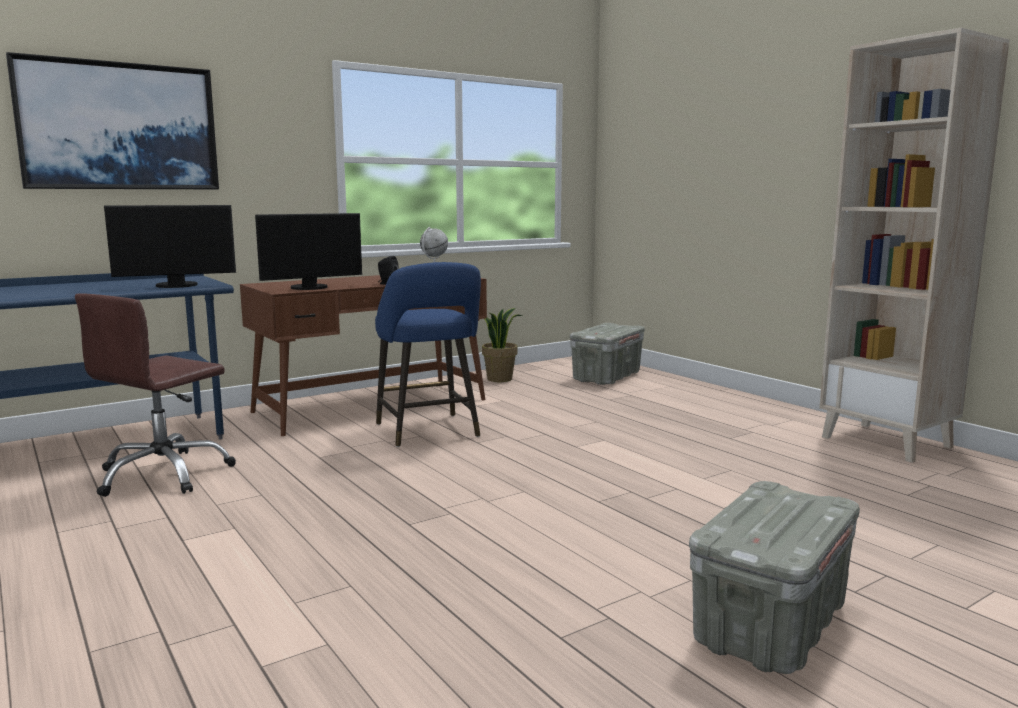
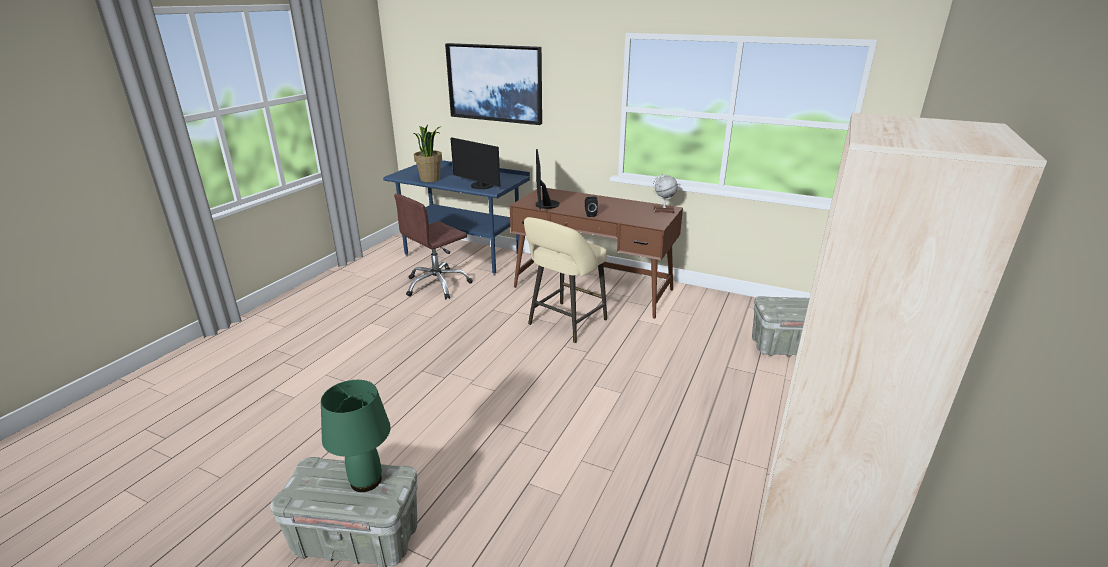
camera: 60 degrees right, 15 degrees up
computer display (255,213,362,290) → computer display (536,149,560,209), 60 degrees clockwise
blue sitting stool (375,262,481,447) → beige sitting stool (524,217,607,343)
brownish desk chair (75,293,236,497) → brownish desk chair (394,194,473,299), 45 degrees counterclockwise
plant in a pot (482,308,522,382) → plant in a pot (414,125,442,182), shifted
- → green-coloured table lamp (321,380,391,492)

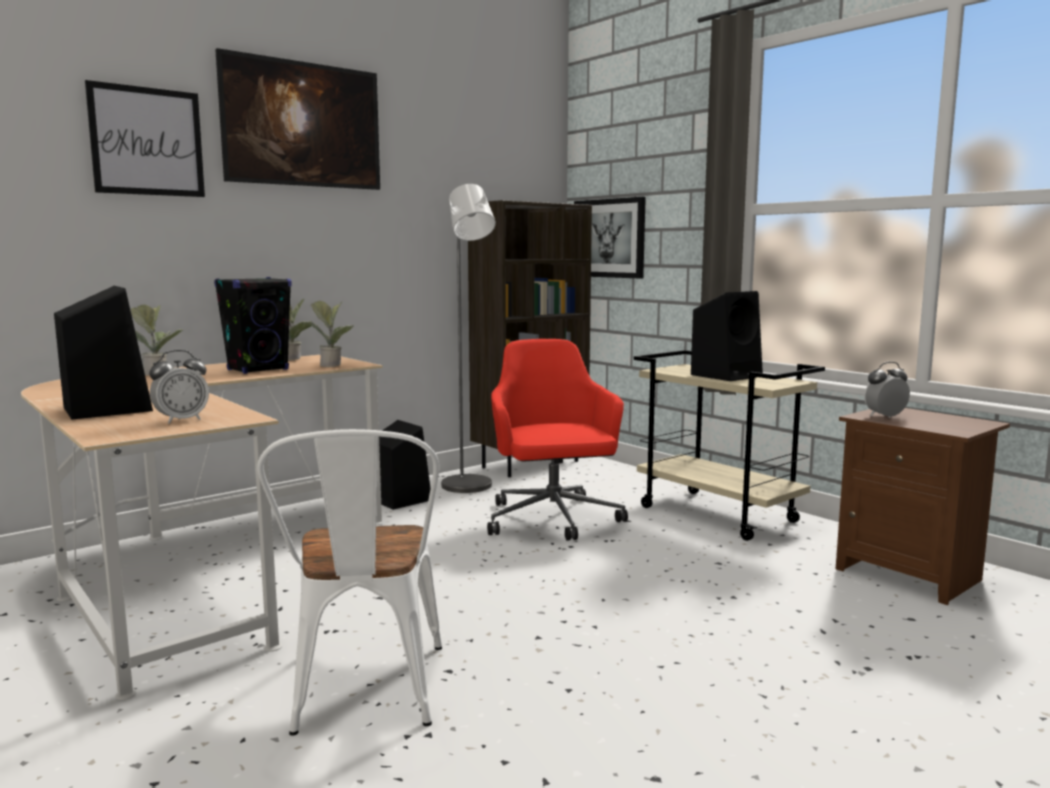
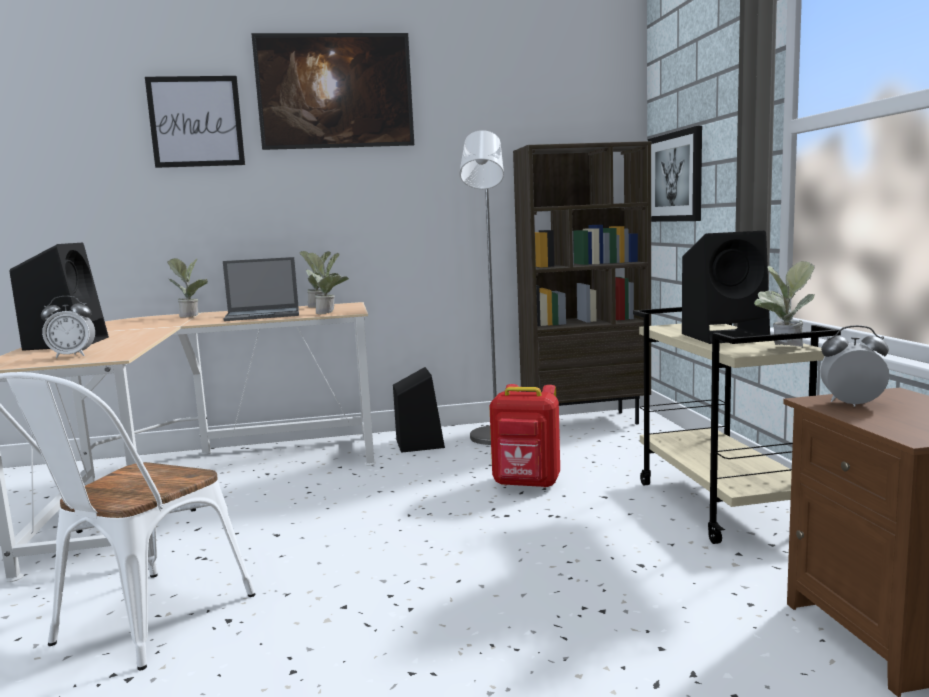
camera: 30 degrees right, 0 degrees up
blackish speaker (214,277,292,374) → laptop (223,257,299,321)
reddish desk chair (487,339,628,541) → reddish knapsack (489,384,560,488)
- → plant in a pot (754,261,815,348)

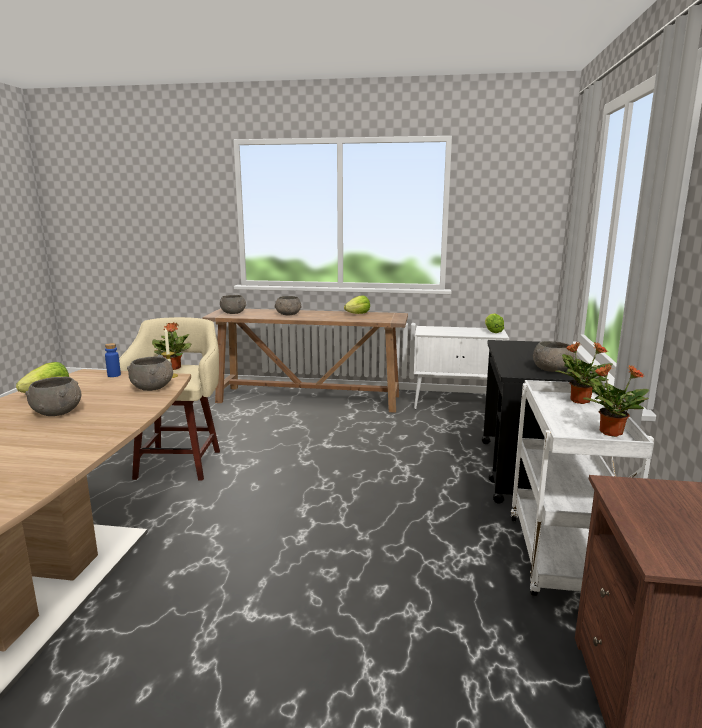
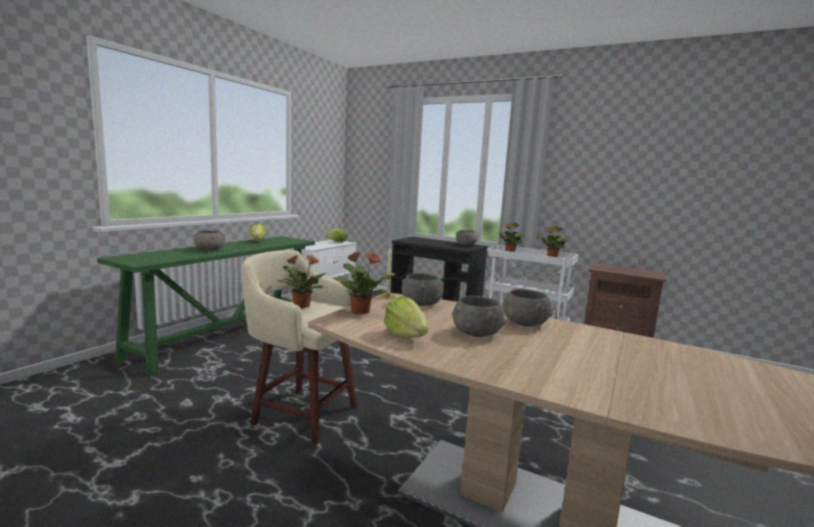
camera: 70 degrees left, 5 degrees down
gray deep dish (220,295,246,314) → gray deep dish (502,289,552,327), shifted
brownish narrow table (202,309,408,413) → green-coloured narrow table (97,236,315,376)
blue beverage bottle (105,343,121,377) → plant in a pot (334,252,389,315)

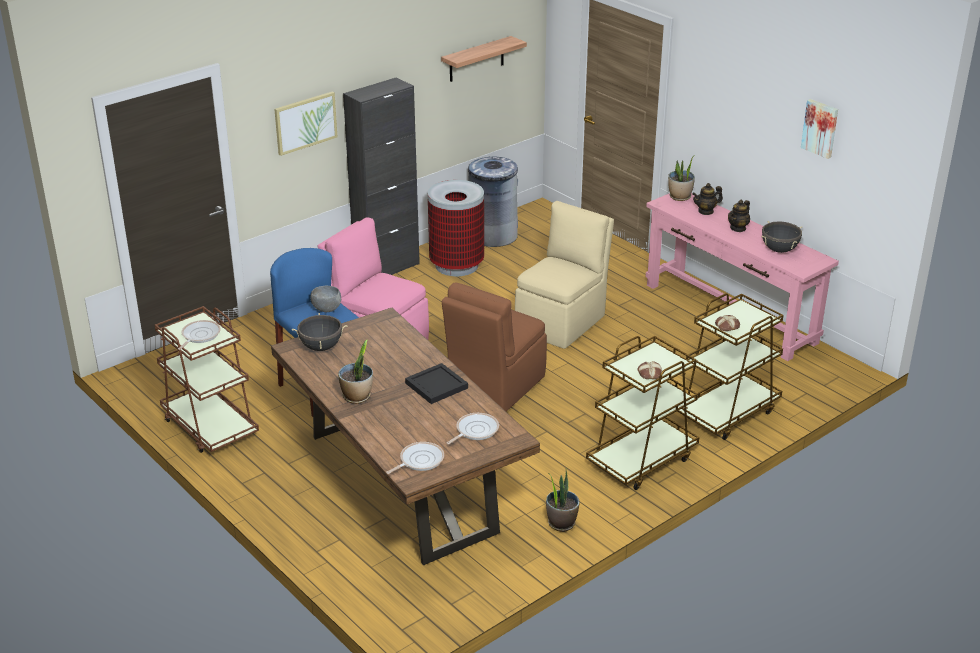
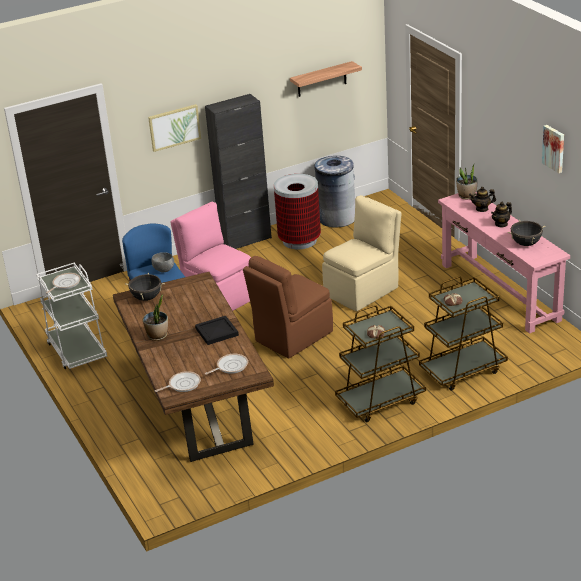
camera: 15 degrees right, 0 degrees up
brownish cart (155,306,259,453) → white cart (36,263,107,369)
plant in a pot (546,470,580,532) → -

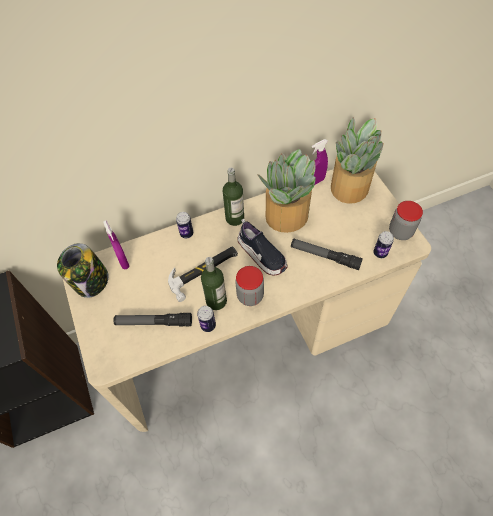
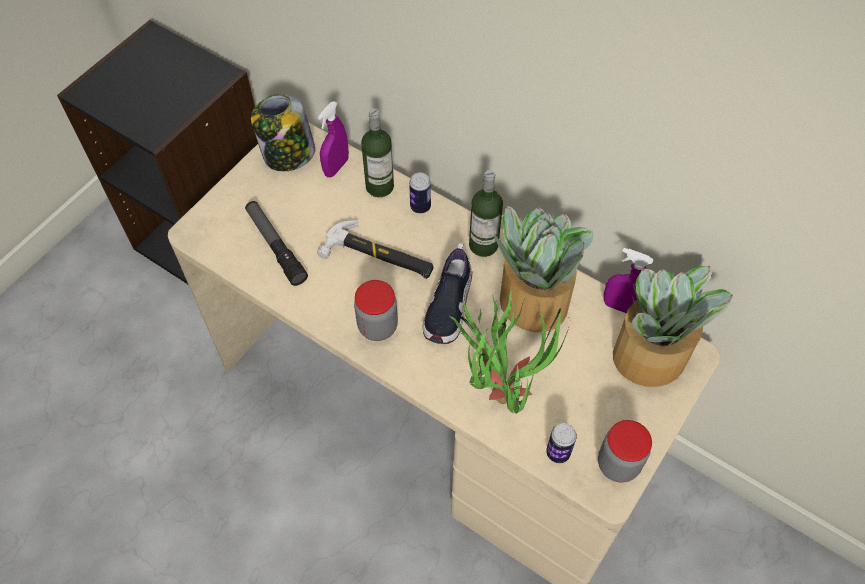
camera: 55 degrees right, 0 degrees up
torch (291,239,363,270) → plant in a pot (449,290,569,414)
beverage bottle (201,257,227,310) → beverage bottle (361,109,394,197), shifted
can (197,306,216,332) → -

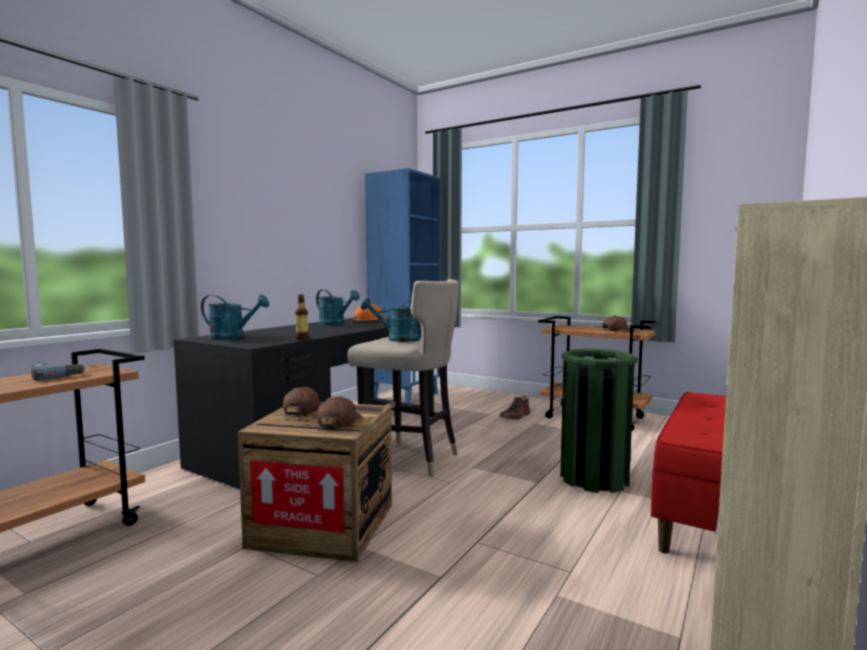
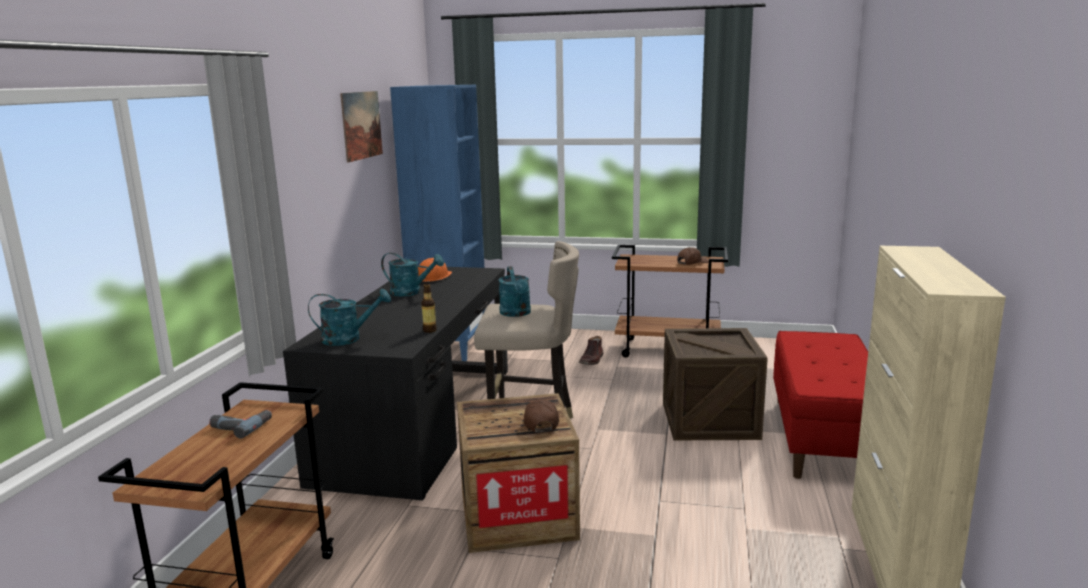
camera: 20 degrees left, 10 degrees up
turquoise-coloured watering pot (361,298,420,342) → turquoise-coloured watering pot (499,266,531,317), 90 degrees counterclockwise
green-coloured rubbish bin (560,349,638,493) → shipping crate (663,328,768,440)
brownish cap (283,387,323,415) → -
- → wall picture (340,91,383,163)

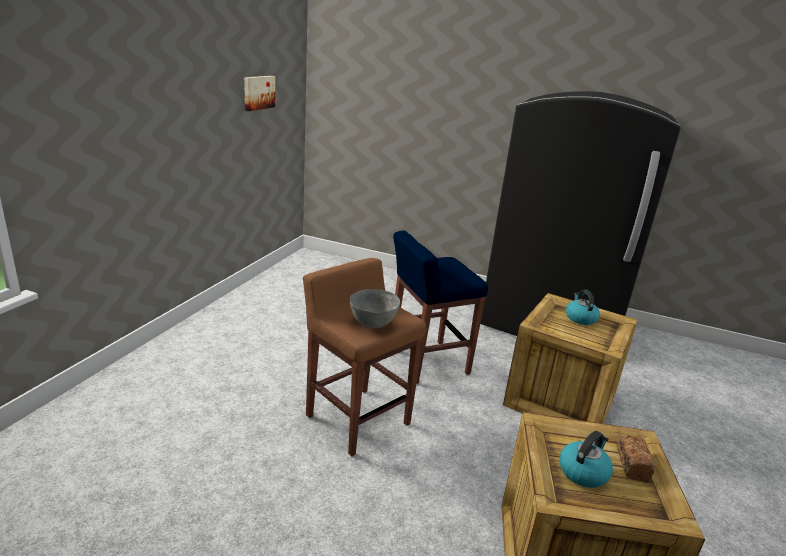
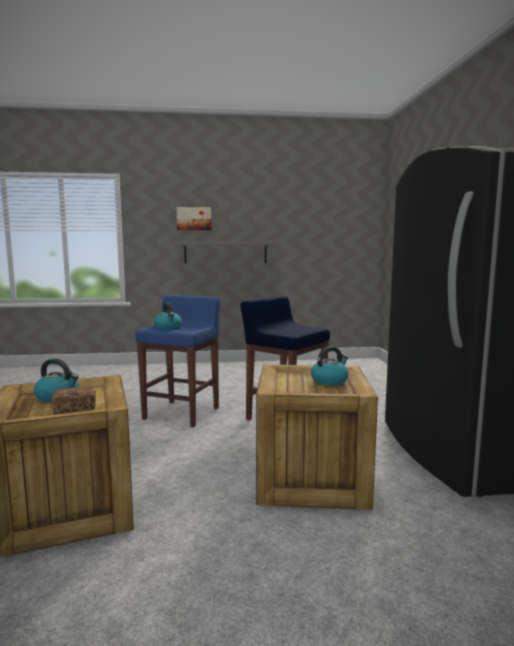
camera: 65 degrees right, 15 degrees down
wall picture (244,76,275,111) → wall picture (177,207,211,230), shifted
brownish sitting stool (303,258,426,456) → blue sitting stool (135,295,221,427)
gray deep dish (350,289,400,328) → water kettle (154,302,182,330)
- → gray bracket shelf (175,241,277,263)

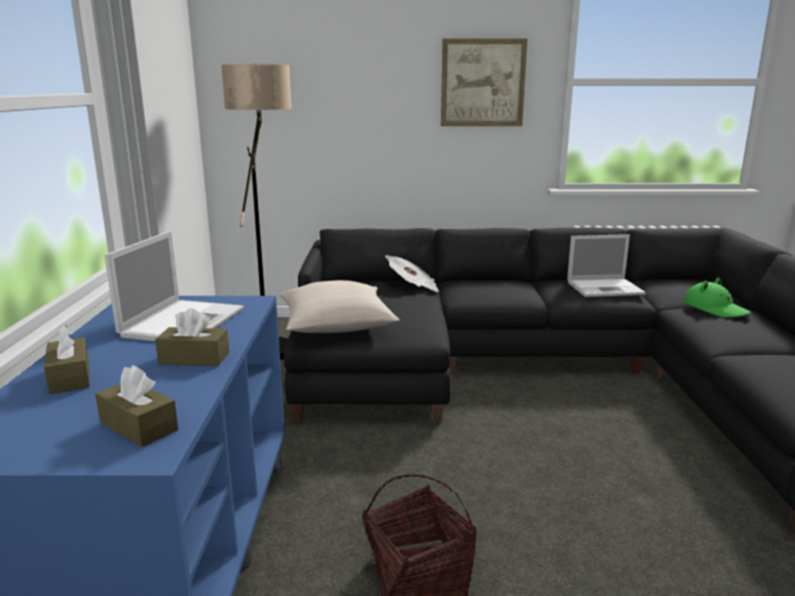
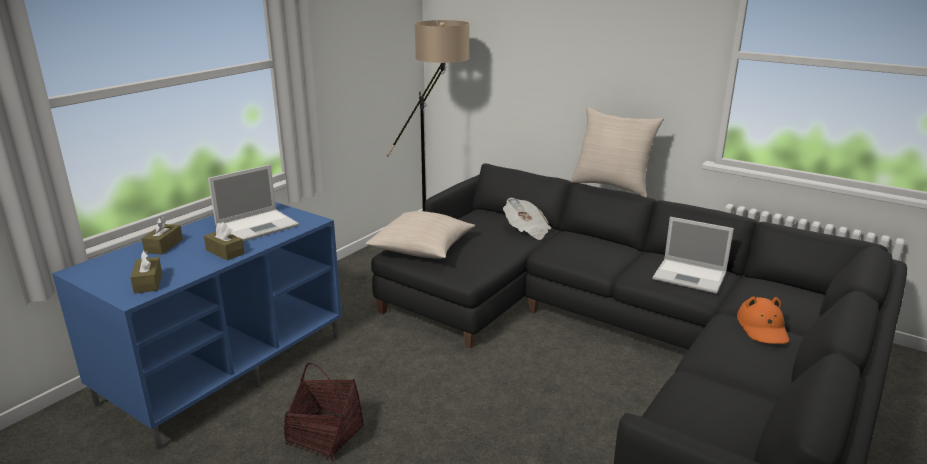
camera: 35 degrees right, 5 degrees up
wall picture (441,39,528,126) → -
green-coloured wearable hat (684,277,751,318) → orange wearable hat (737,297,789,344)
- → beige pillow (571,107,664,197)

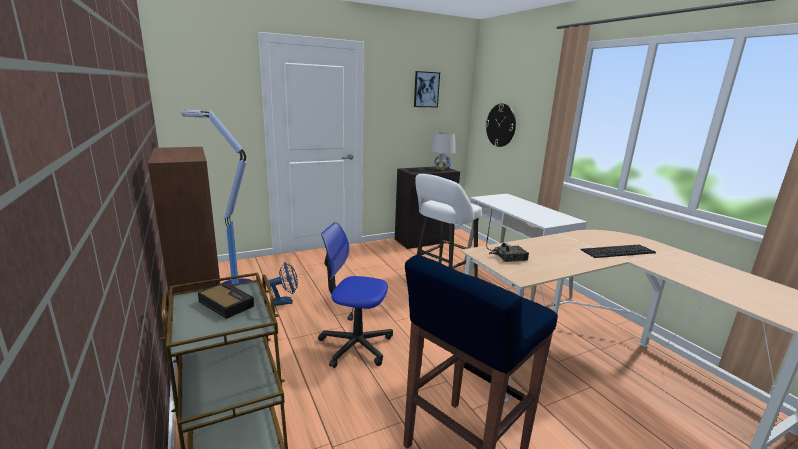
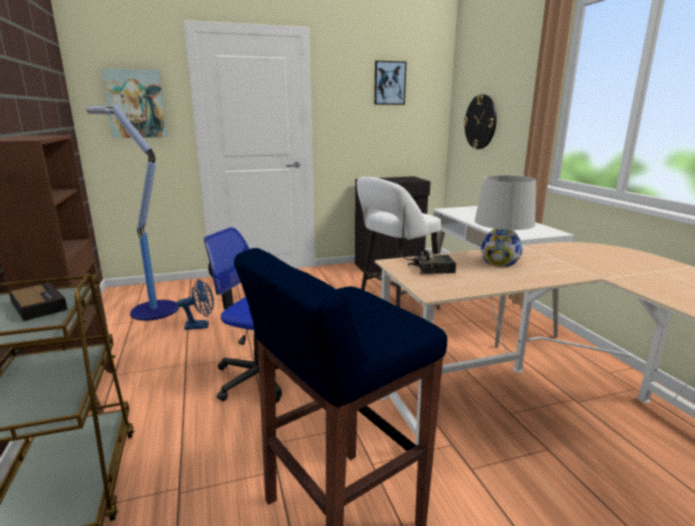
camera: 10 degrees right, 0 degrees up
white table lamp (431,132,455,170) → white table lamp (475,175,536,266), shifted
computer keyboard (580,245,656,258) → -
- → wall picture (101,68,168,138)

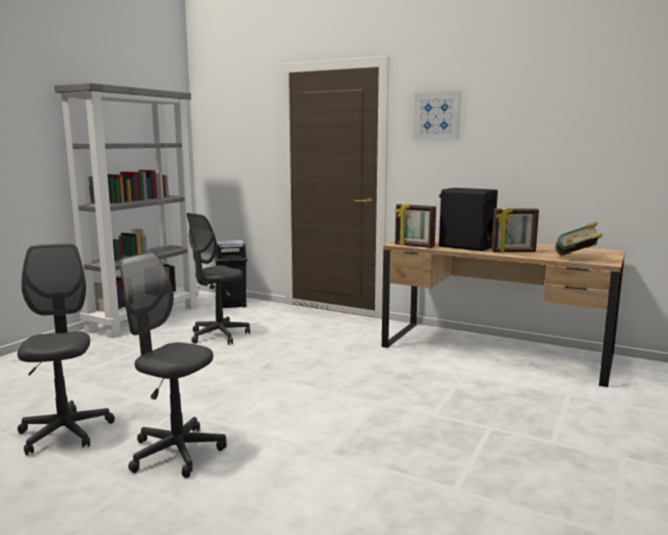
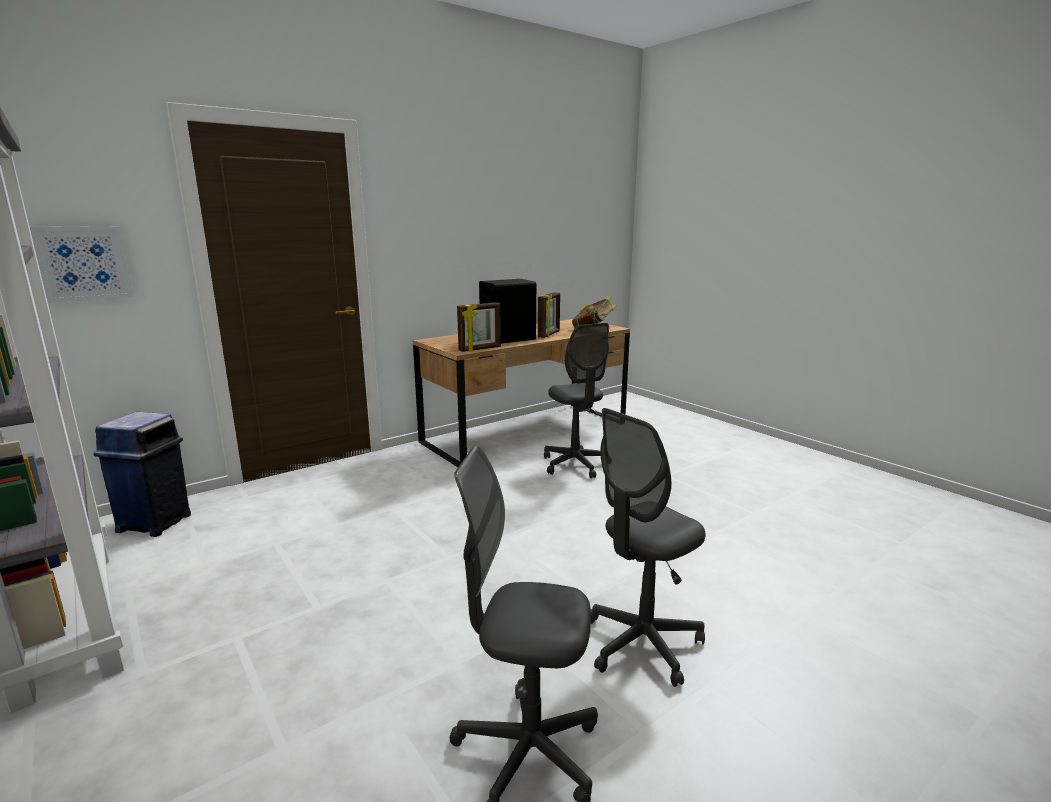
camera: 65 degrees left, 5 degrees up
wall picture (413,91,461,140) → wall picture (30,226,133,303), shifted
gray desk chair (187,213,250,344) → gray desk chair (544,323,609,478), shifted

